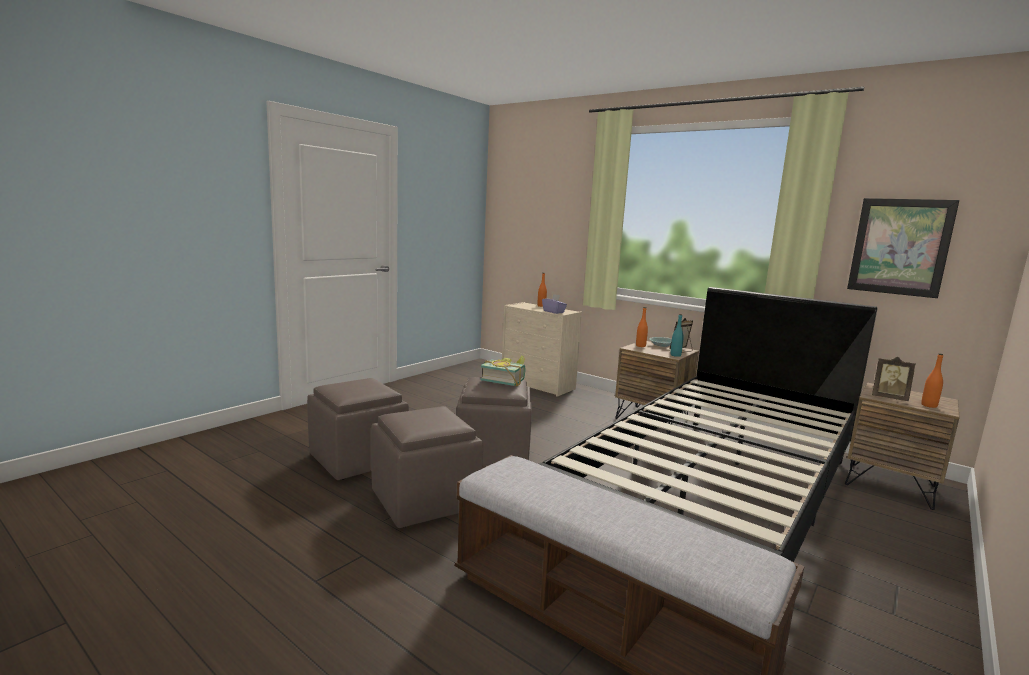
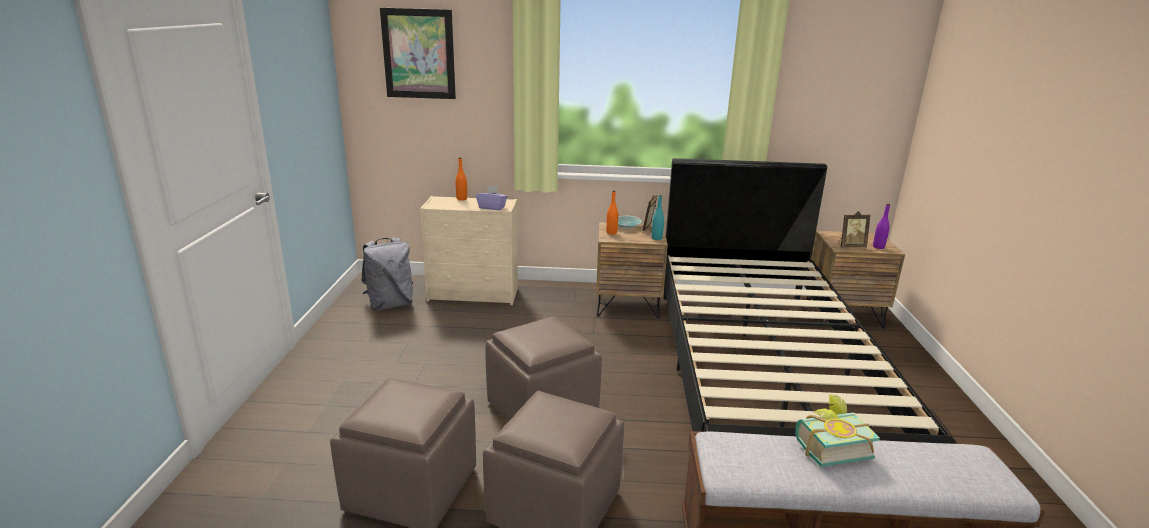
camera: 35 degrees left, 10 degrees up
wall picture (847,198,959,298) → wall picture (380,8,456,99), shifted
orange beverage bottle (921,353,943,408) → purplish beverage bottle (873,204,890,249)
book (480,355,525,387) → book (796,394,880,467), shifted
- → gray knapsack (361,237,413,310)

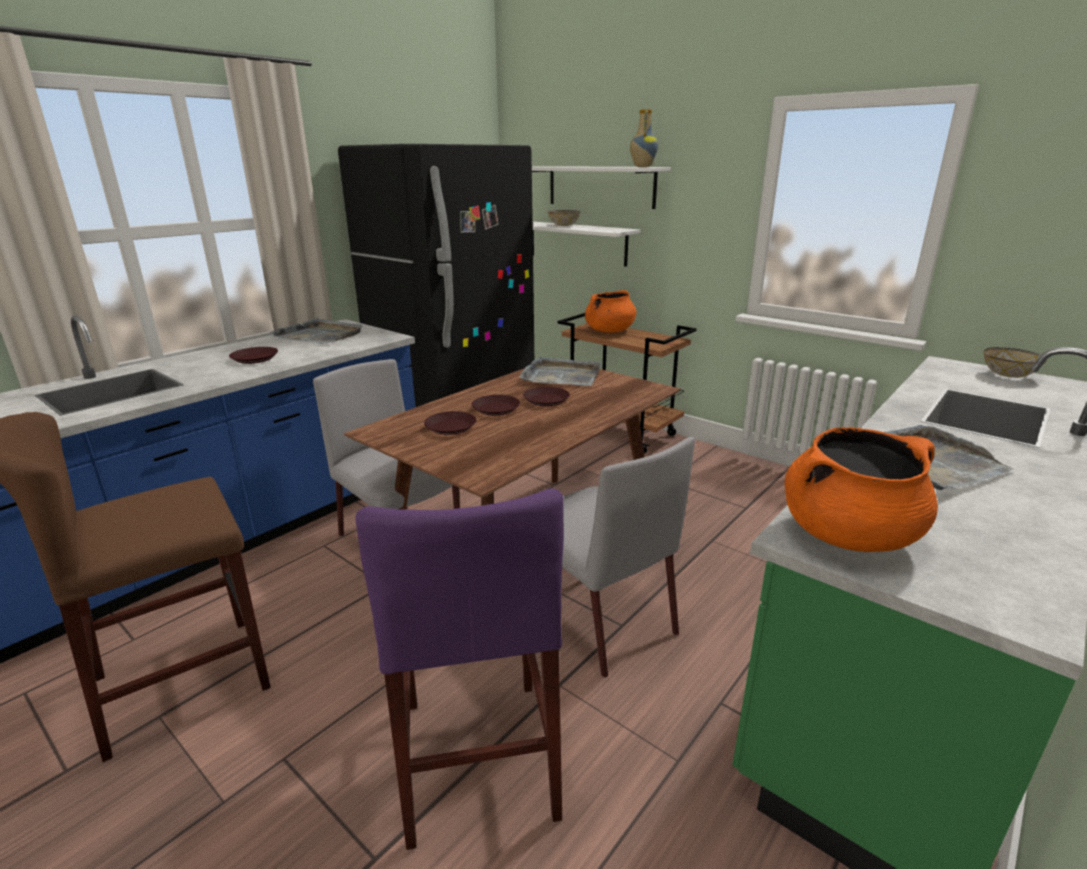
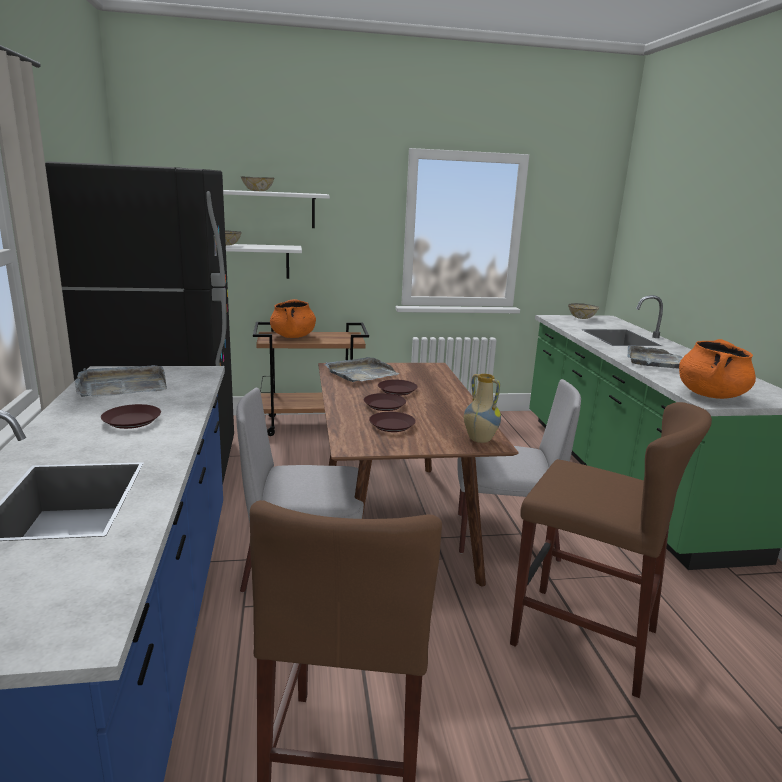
camera: 50 degrees left, 5 degrees down
flower vase (630,109,658,167) → flower vase (464,374,501,443), shifted
purplish sitting stool (355,488,564,850) → brownish sitting stool (510,402,712,698)
- → deep dish (241,176,274,191)

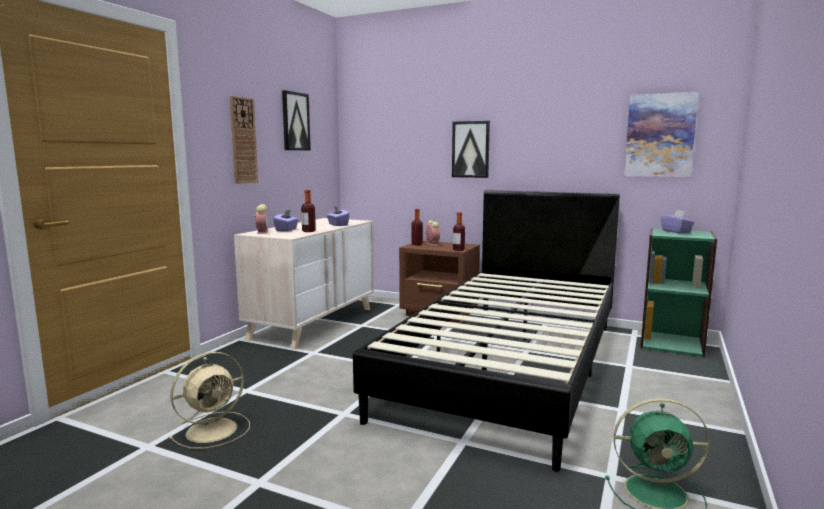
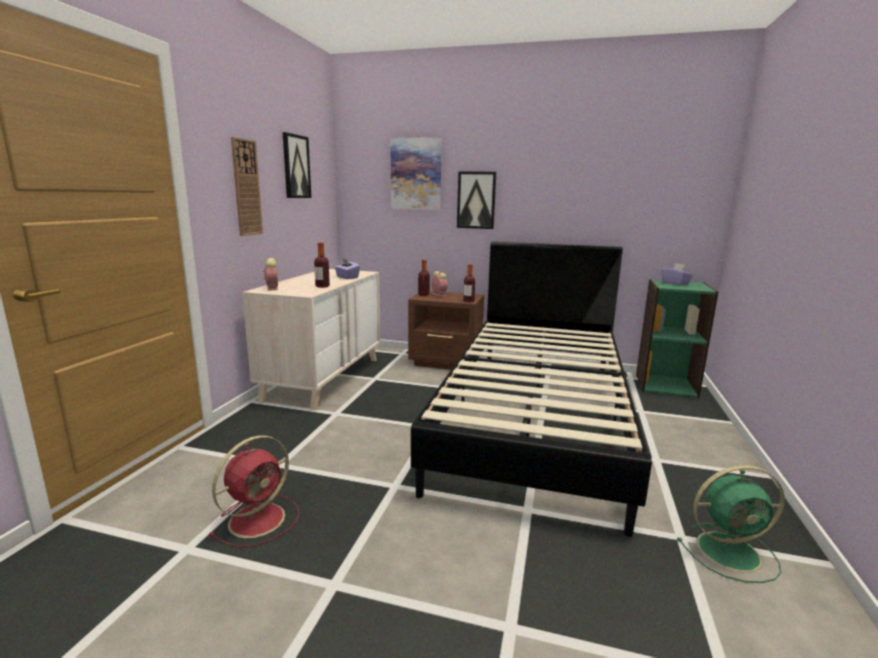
camera: 10 degrees left, 5 degrees up
wall picture (624,92,699,177) → wall picture (390,137,442,210), shifted
purplish tissue box (273,210,299,231) → -
beige electric fan (168,352,250,449) → reddish electric fan (209,435,300,547)

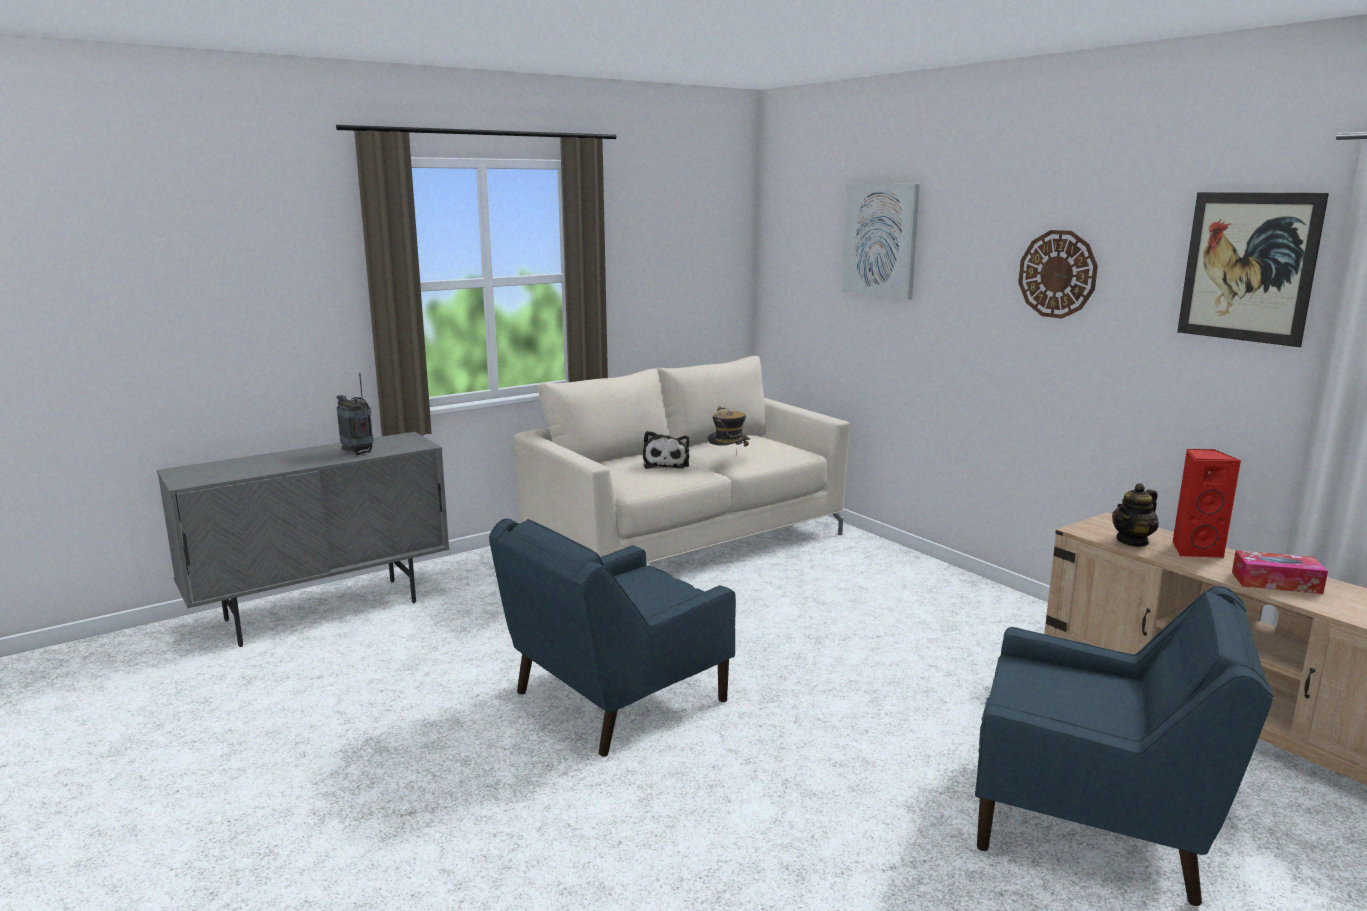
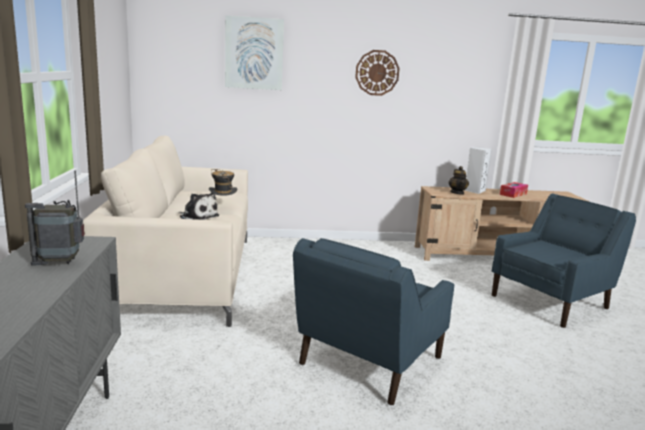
camera: 60 degrees left, 0 degrees up
wall picture (1177,192,1329,347) → -
reddish speaker (1172,449,1241,558) → white speaker (464,147,492,194)
blue armchair (489,518,736,757) → blue armchair (293,238,454,405), 45 degrees clockwise

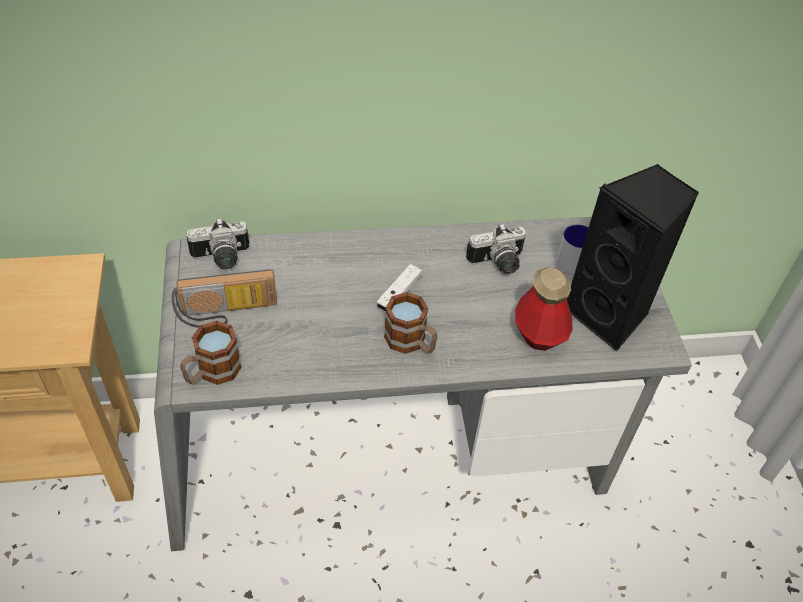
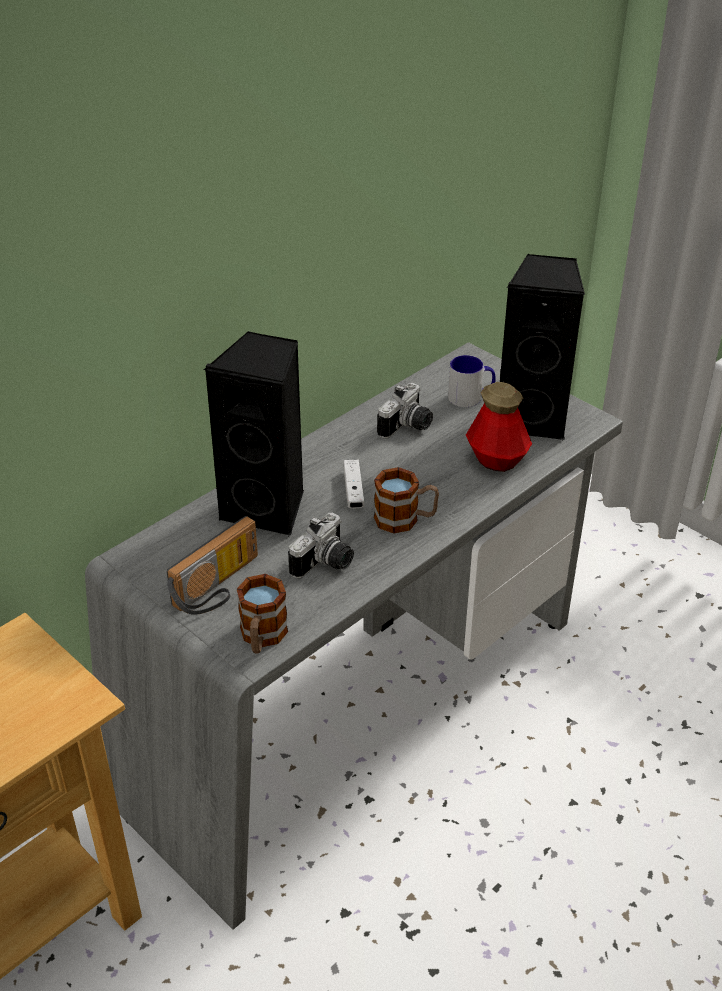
camera: 35 degrees left, 10 degrees down
still camera (187,218,249,269) → still camera (288,513,354,579), shifted
- → blackish speaker (204,331,304,536)

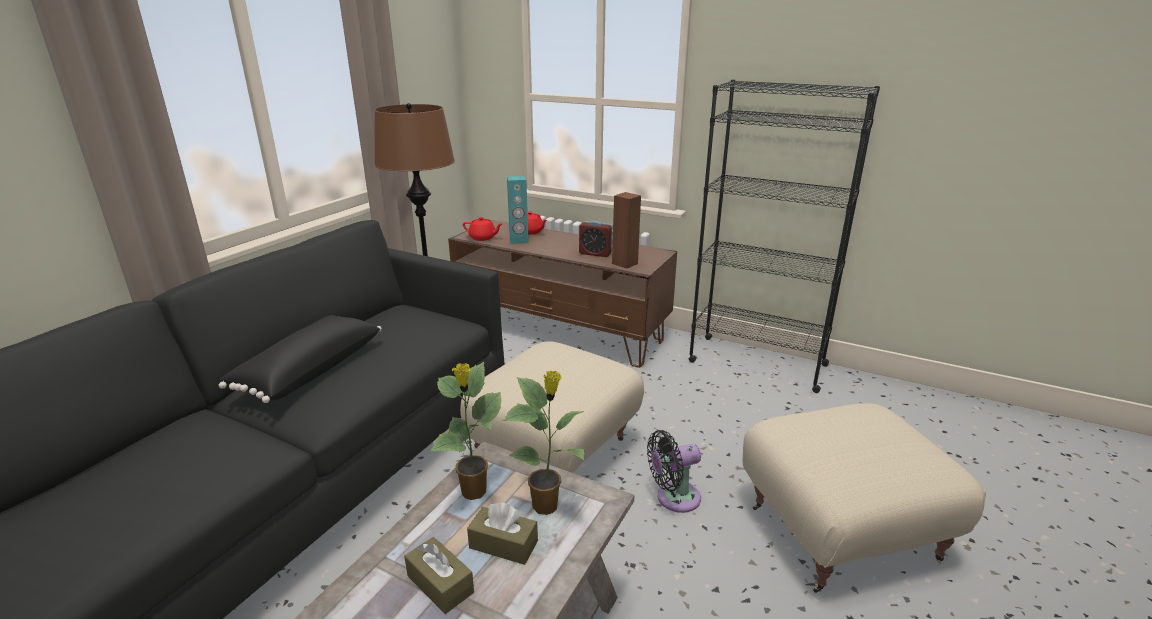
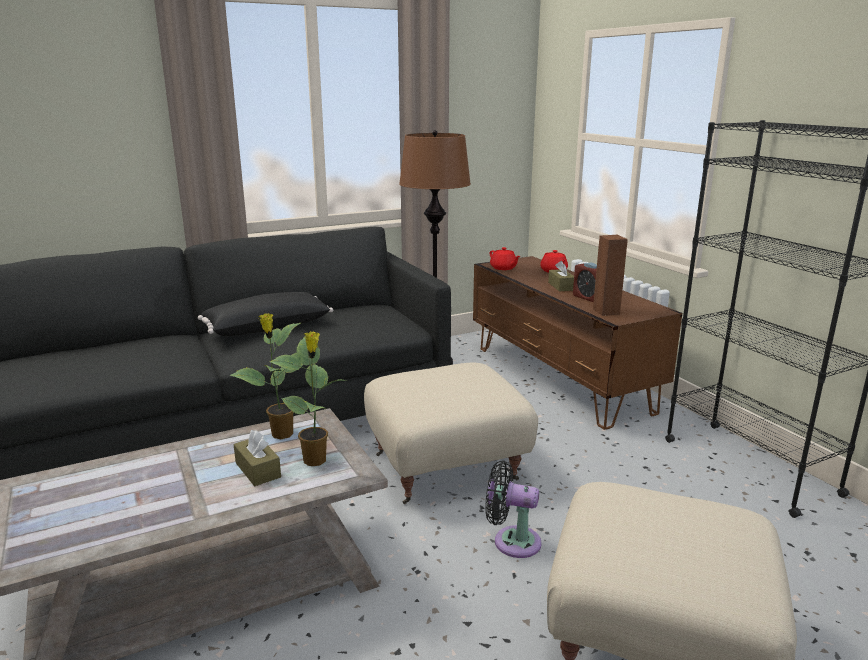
camera: 35 degrees right, 5 degrees down
turquoise-coloured speaker (507,176,529,244) → -
brownish tissue box (404,537,474,614) → brownish tissue box (548,261,574,291), shifted

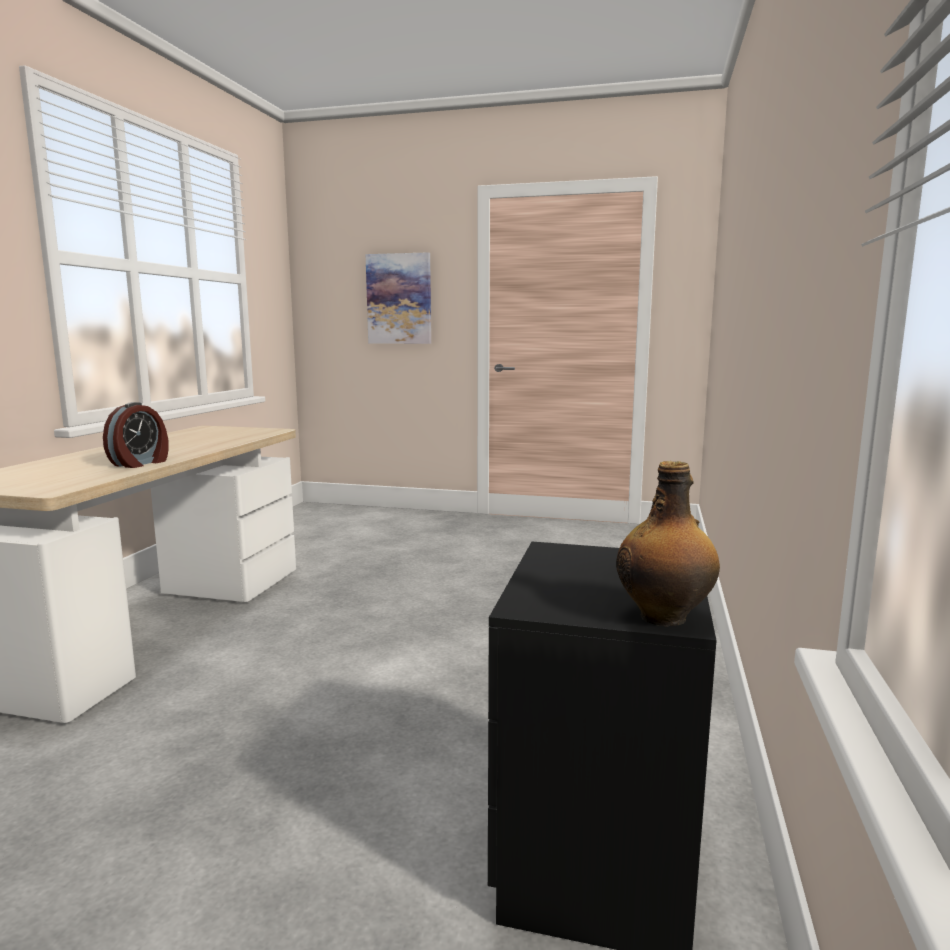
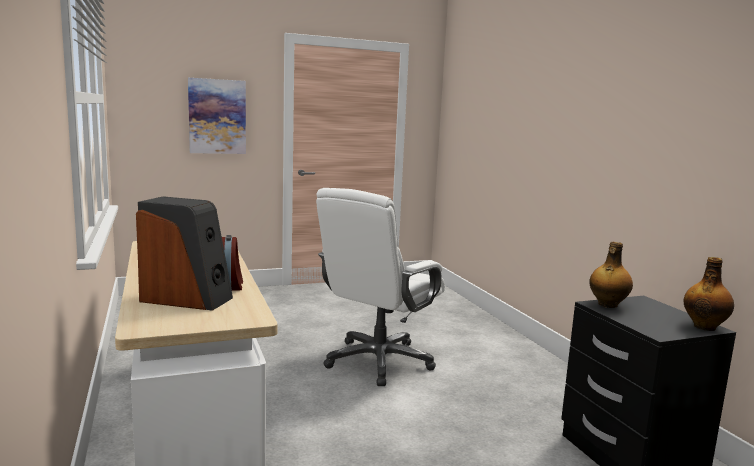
camera: 35 degrees left, 0 degrees up
- → white desk chair (316,188,445,386)
- → speaker (136,196,233,311)
- → beverage bottle (589,242,633,308)

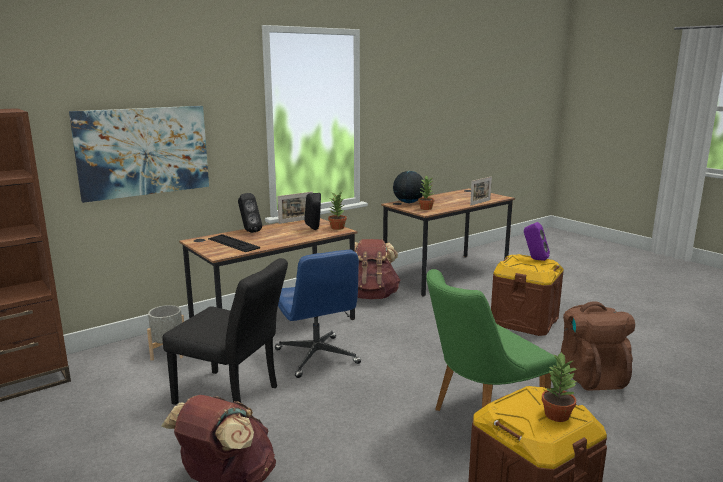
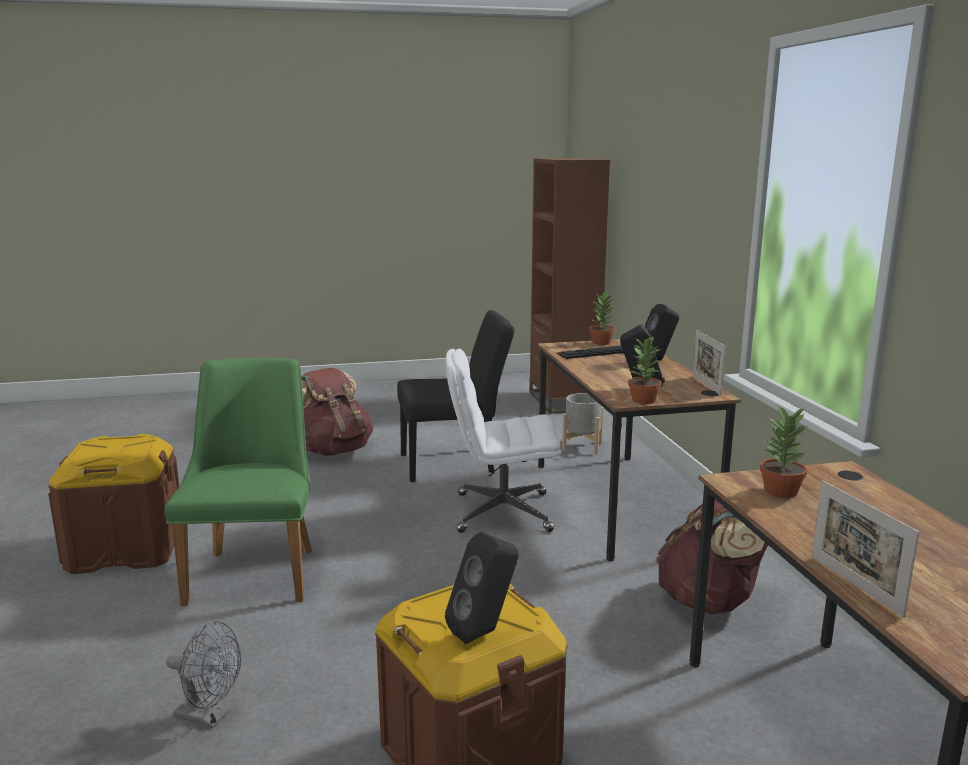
camera: 115 degrees right, 0 degrees up
wall picture (69,106,209,203) → -
world globe (393,171,425,203) → -
purplish speaker (524,222,550,261) → blackish speaker (445,532,519,644)
blue desk chair (275,250,361,378) → white desk chair (446,348,561,533)
blackish plain chair (163,258,288,405) → blackish plain chair (397,310,514,482), 150 degrees counterclockwise
brownish knapsack (561,301,635,390) → gray electric fan (166,621,241,728)
plant in a pot (542,352,577,422) → plant in a pot (589,290,616,345), shifted

